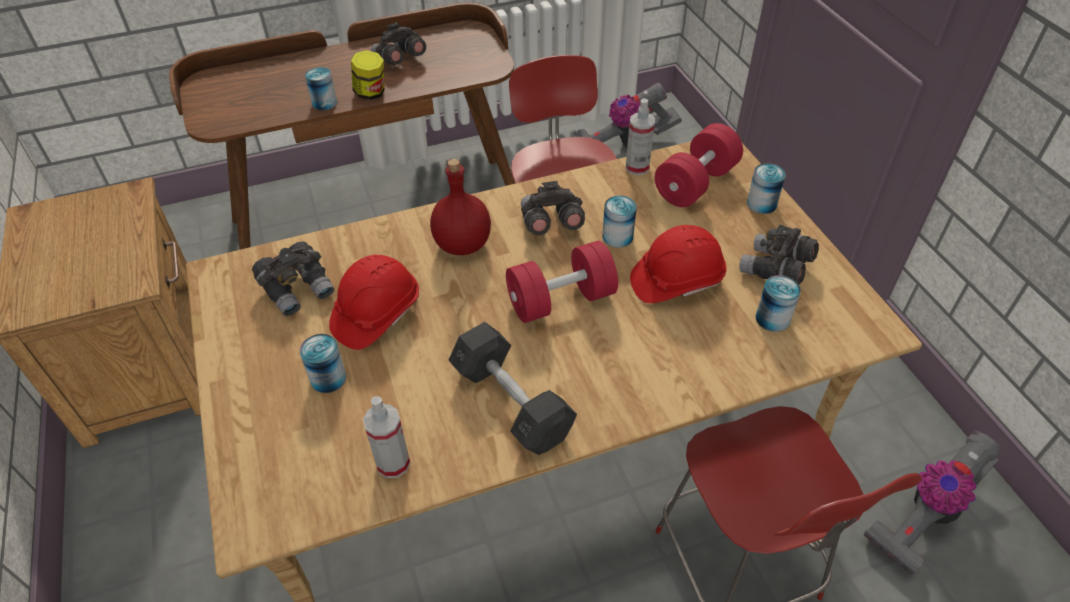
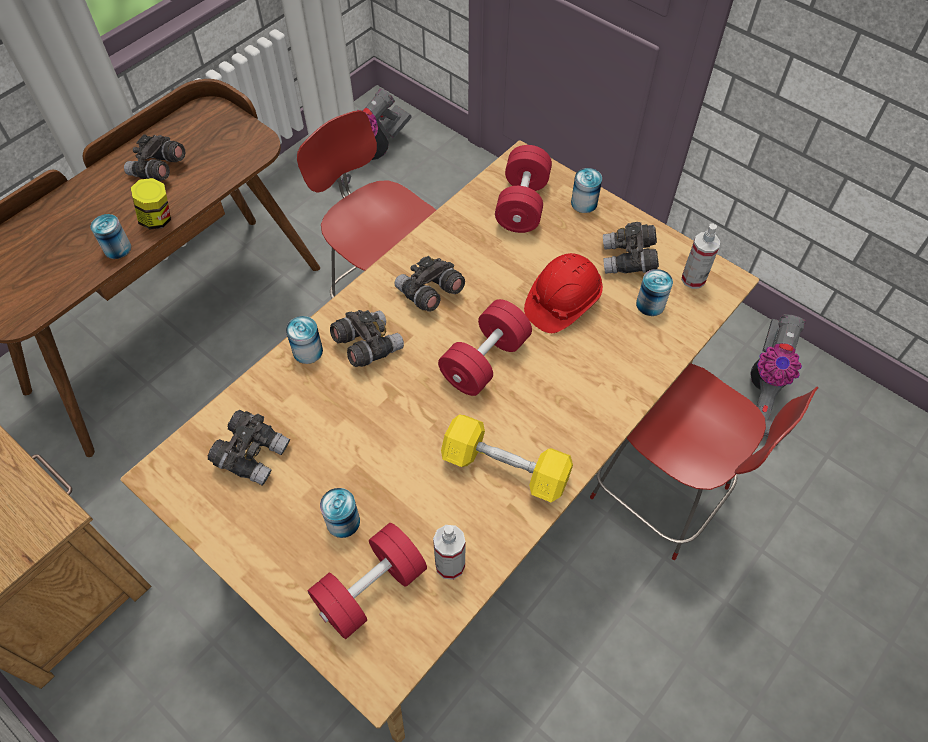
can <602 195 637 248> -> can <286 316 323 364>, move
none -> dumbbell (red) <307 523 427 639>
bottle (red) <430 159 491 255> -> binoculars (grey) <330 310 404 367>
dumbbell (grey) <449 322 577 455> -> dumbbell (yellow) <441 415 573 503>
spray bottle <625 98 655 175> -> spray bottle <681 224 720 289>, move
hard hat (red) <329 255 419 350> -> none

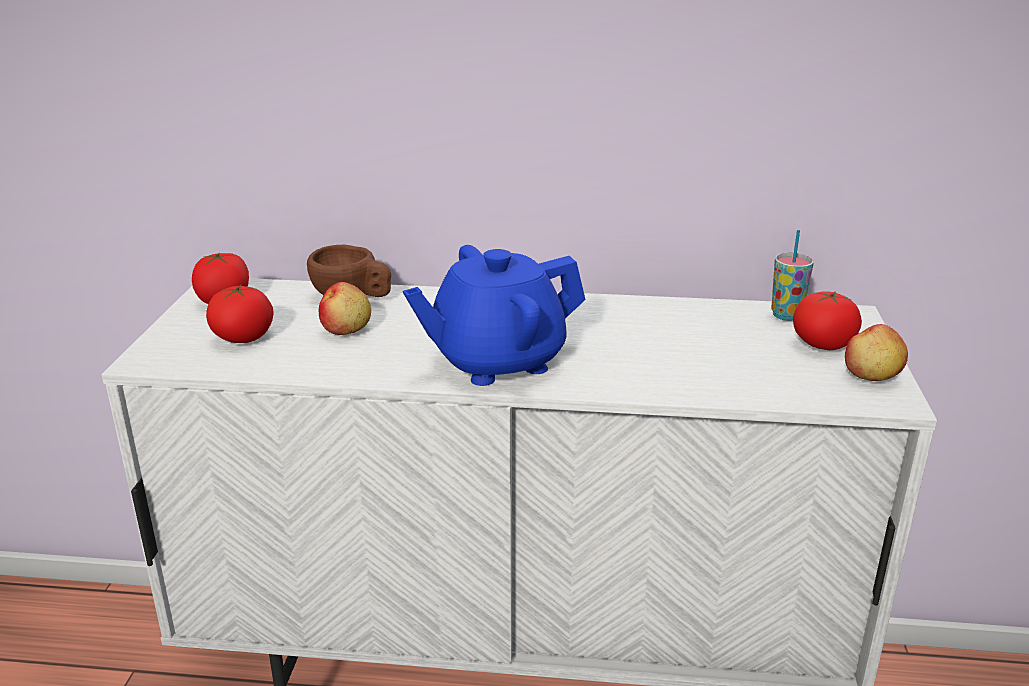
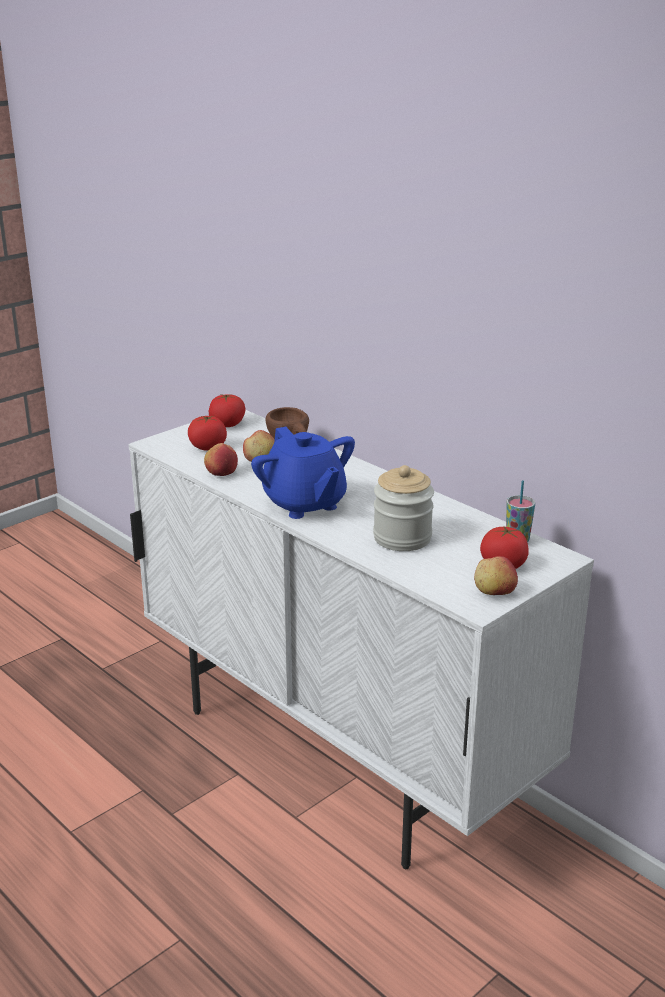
none -> apple <204 443 238 476>
teapot (blue) <403 245 586 386> -> teapot (blue) <251 427 355 519>, 135 degrees counterclockwise
none -> jar <373 465 434 551>

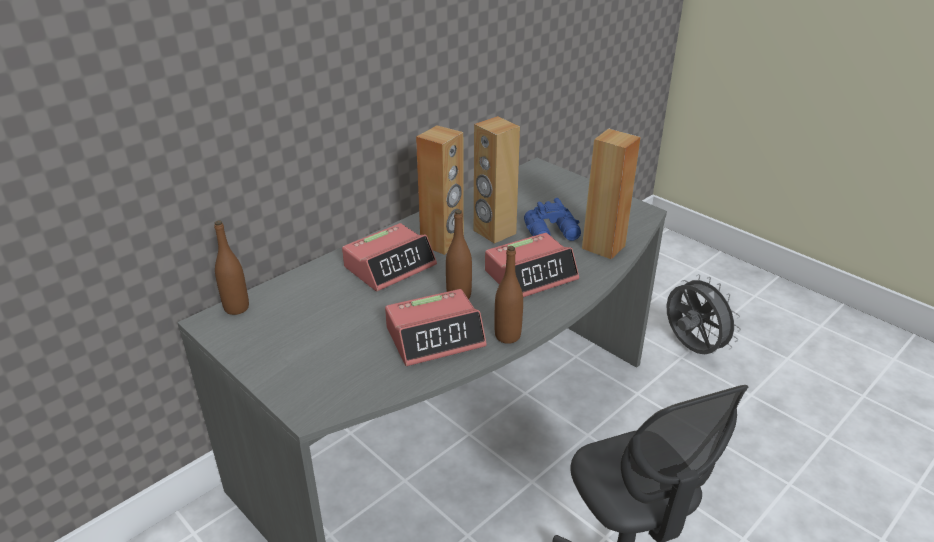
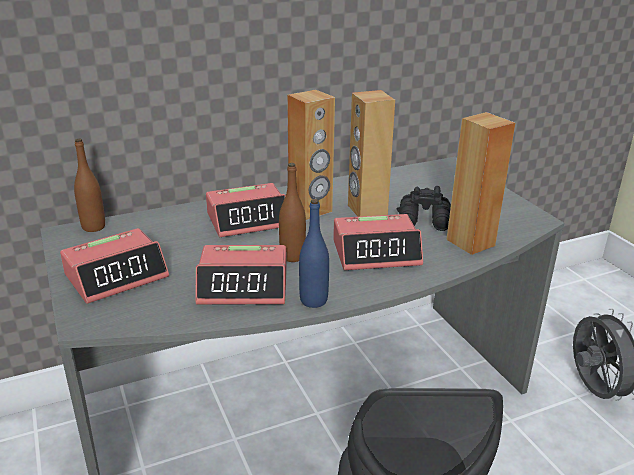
none -> alarm clock <60 228 169 304>
bottle (brown) <494 246 523 344> -> bottle (blue) <299 199 329 308>
binoculars (blue) <524 198 581 241> -> binoculars (black) <397 186 451 231>

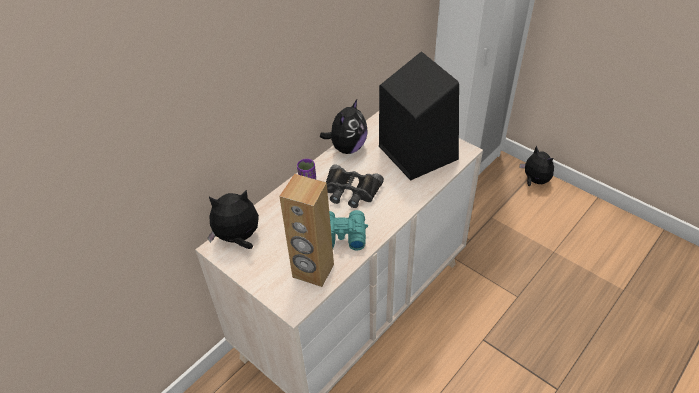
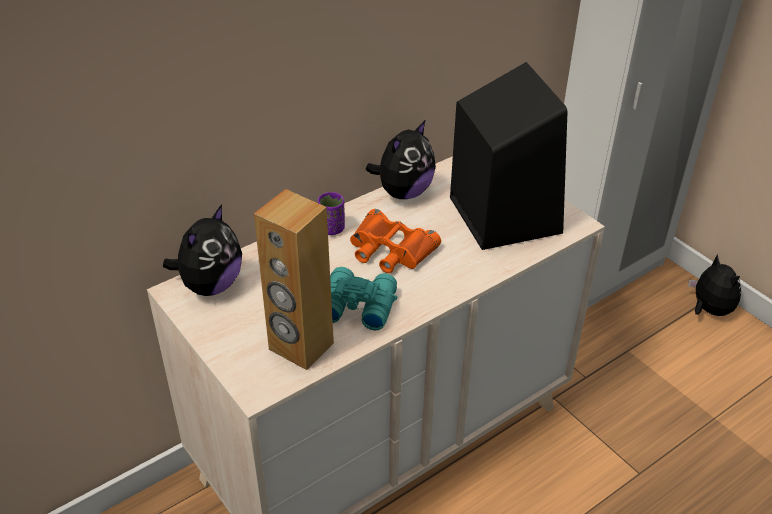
plush toy <208 190 259 249> -> plush toy <163 204 242 296>, 120 degrees clockwise
binoculars (black) <326 165 384 208> -> binoculars (orange) <350 209 441 273>

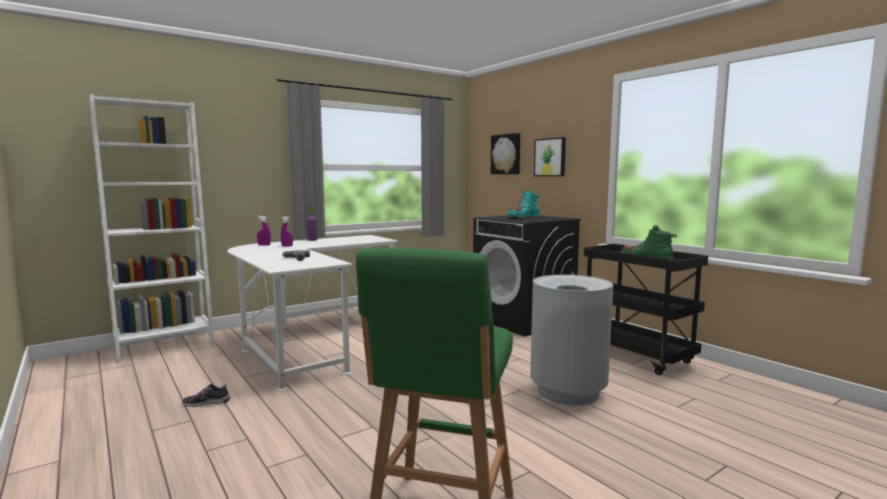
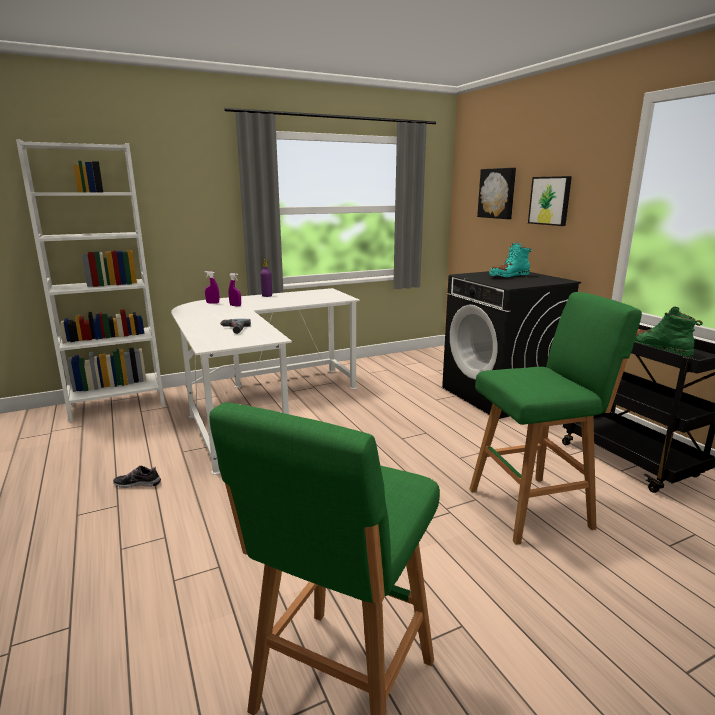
trash can (grey) <530 275 613 406> -> stool (green) <469 292 642 545>

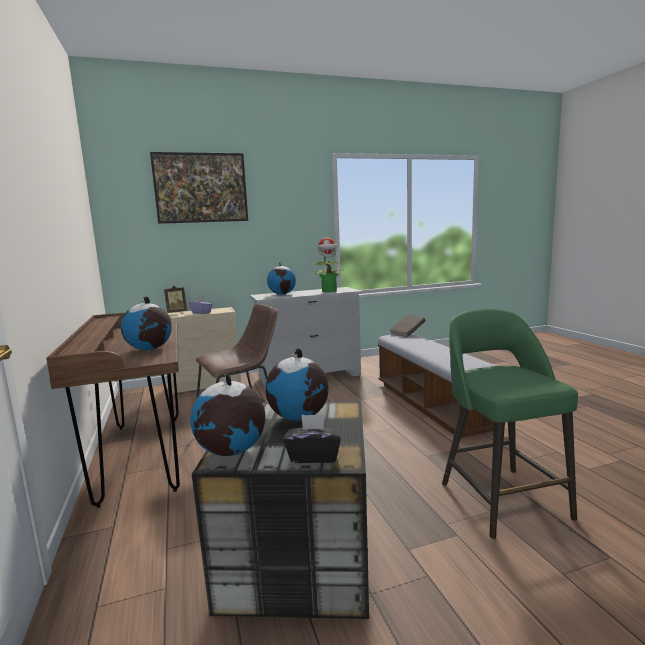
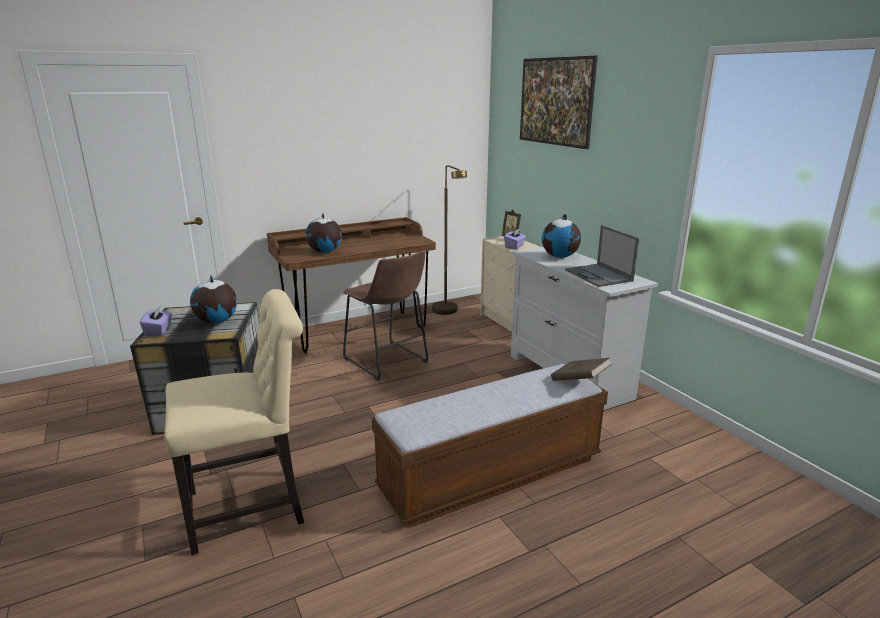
tissue box (black) <284 414 341 463> -> tissue box (purple) <140 305 172 336>
stool (green) <442 309 578 539> -> chair (beige) <164 289 304 555>
none -> floor lamp (brown) <432 165 467 315>
potted plant <312 237 344 292> -> laptop <565 225 639 287>
globe <190 373 266 456> -> none

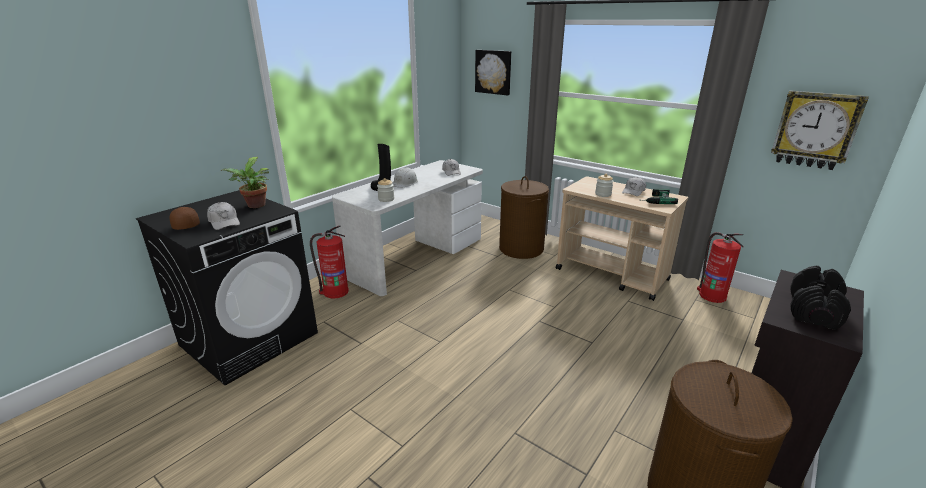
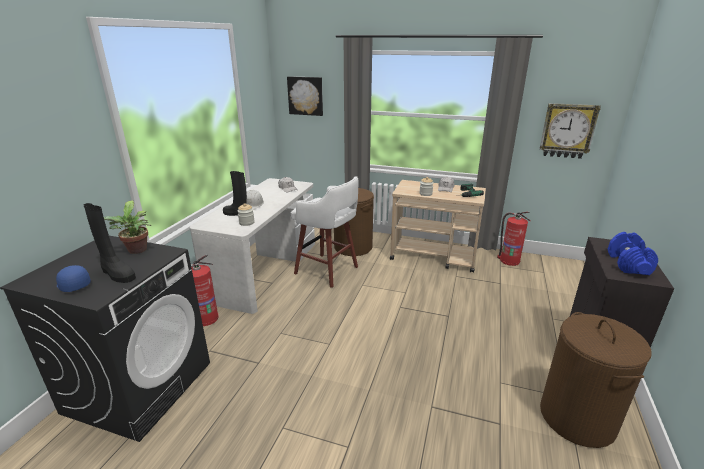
cap (brown) <170 207 200 230> -> cap (blue) <56 265 91 292>
cap (white) <207 202 240 230> -> boot (black) <84 203 136 283>
none -> stool (white) <291 176 359 288>
dumbbell (black) <790 266 851 330> -> dumbbell (blue) <608 232 658 275>

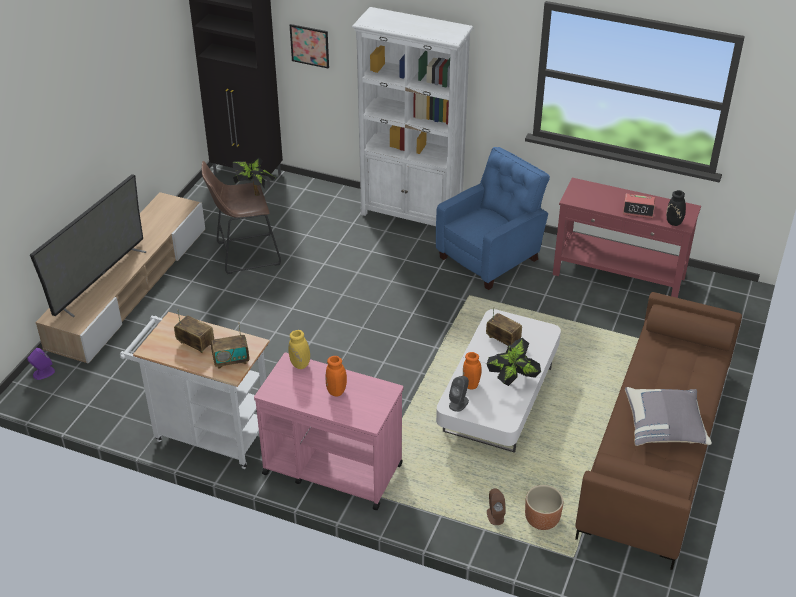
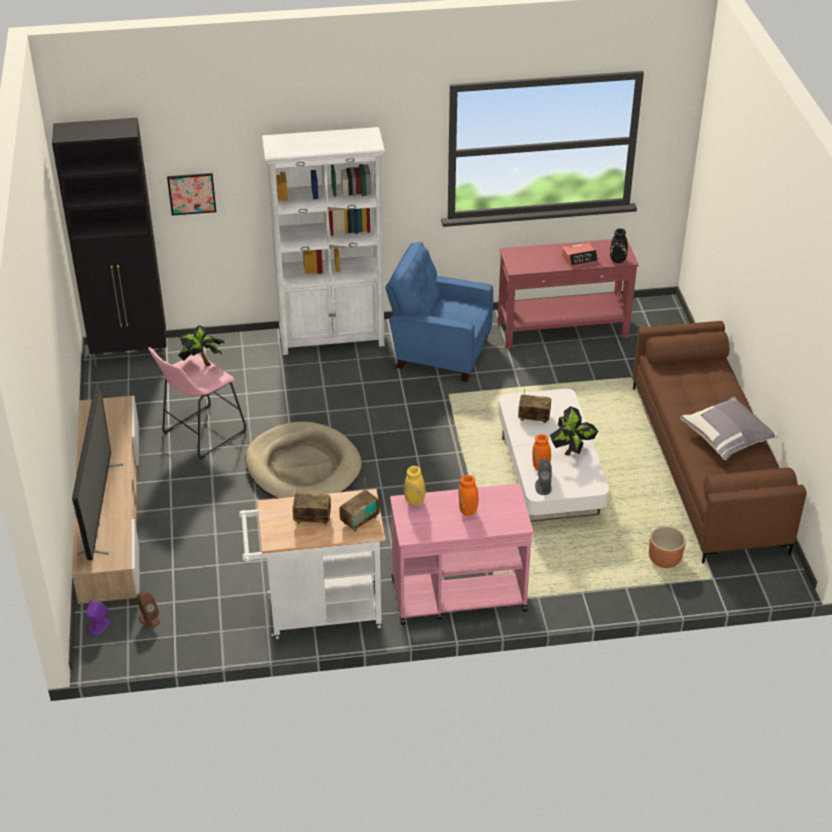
speaker (brown) <487 489 506 525> -> speaker (brown) <136 592 160 628>, move
stool (brown) <202 161 281 274> -> stool (pink) <148 347 246 459>
none -> dog bed (beige) <245 421 362 499>
armchair (blue) <436 147 550 290> -> armchair (blue) <385 242 493 382>, 90 degrees counterclockwise

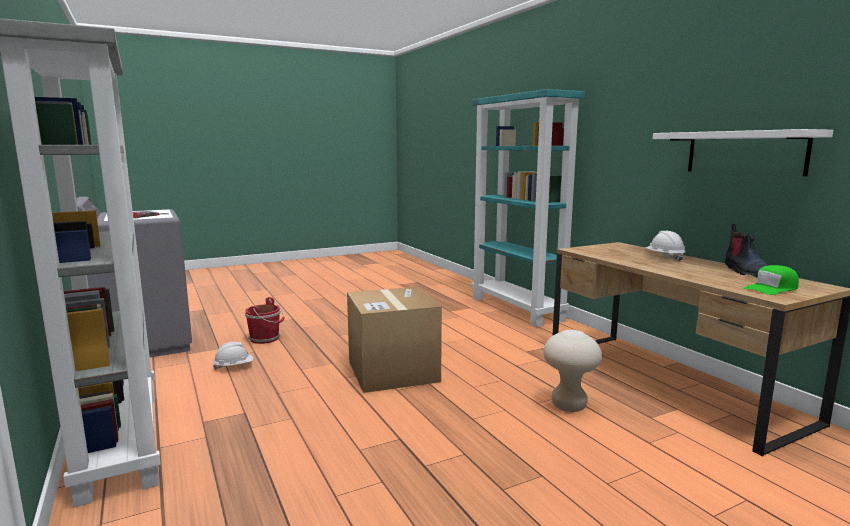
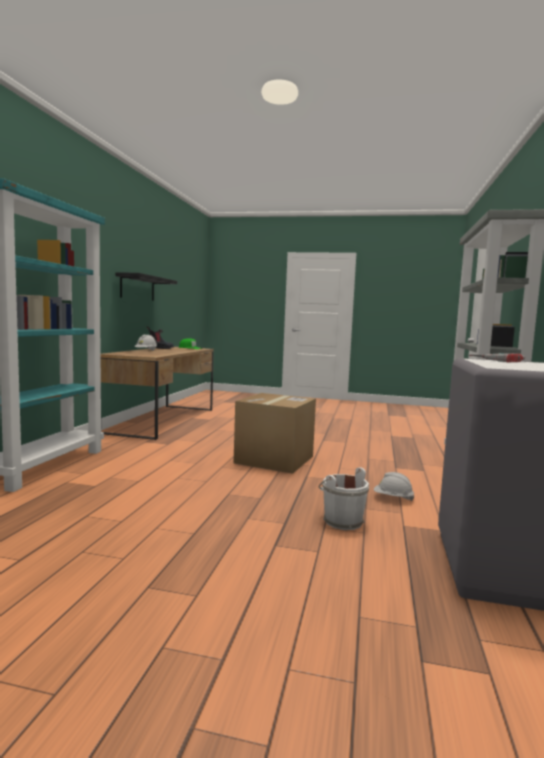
shelf (white) <653 129 833 176> -> shelf (black) <115 272 177 301>
bucket (red) <245 297 285 344> -> bucket (white) <318 468 369 530>
stool (beige) <543 330 602 412> -> none

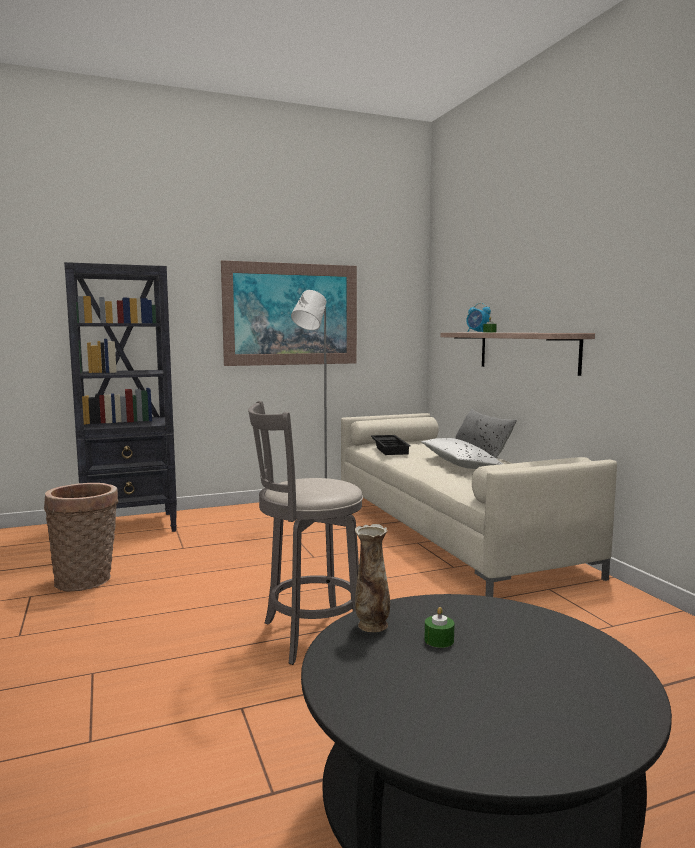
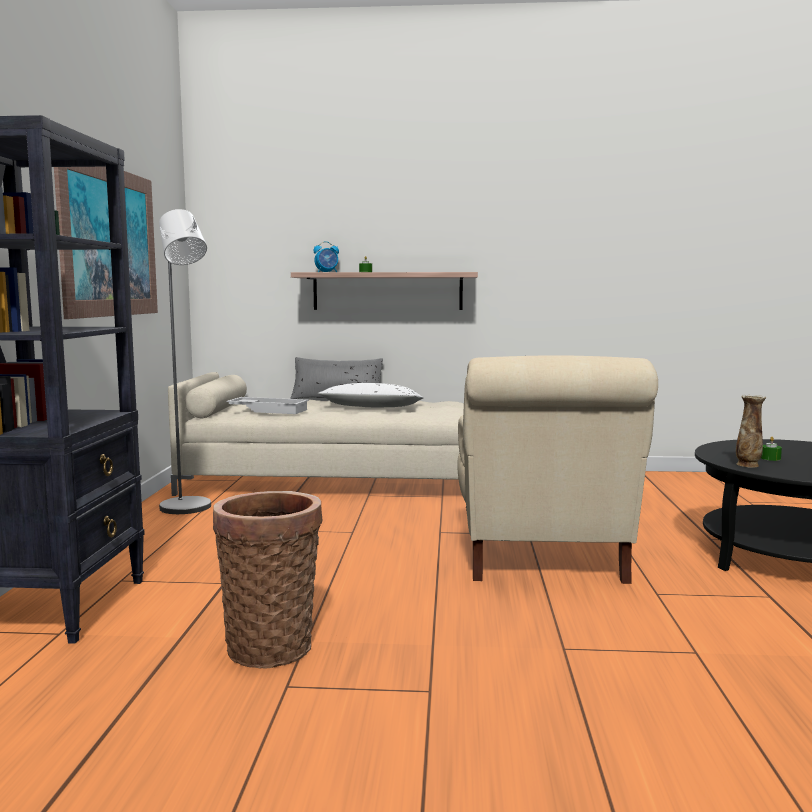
tray (black) <371 435 410 455> -> tray (white) <226 397 309 414>
stool (grey) <248 401 363 665> -> armchair (beige) <457 355 658 584>

